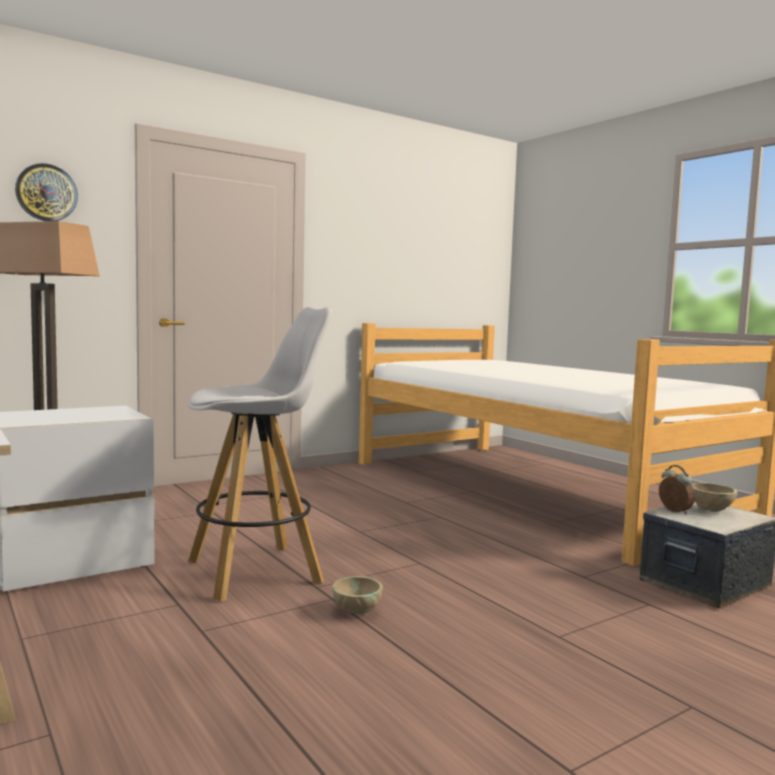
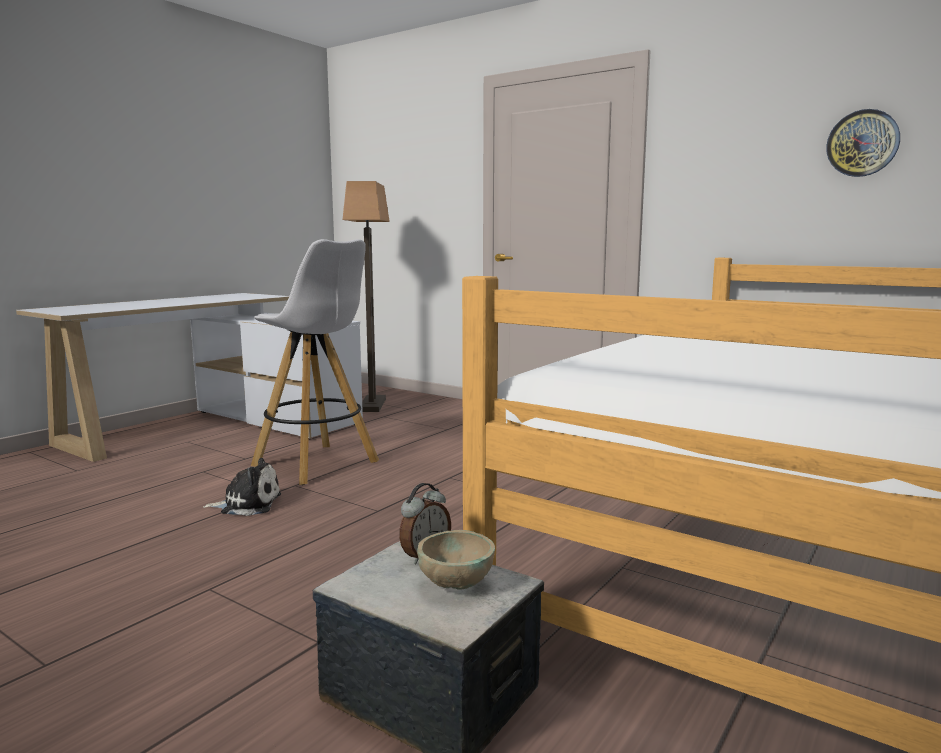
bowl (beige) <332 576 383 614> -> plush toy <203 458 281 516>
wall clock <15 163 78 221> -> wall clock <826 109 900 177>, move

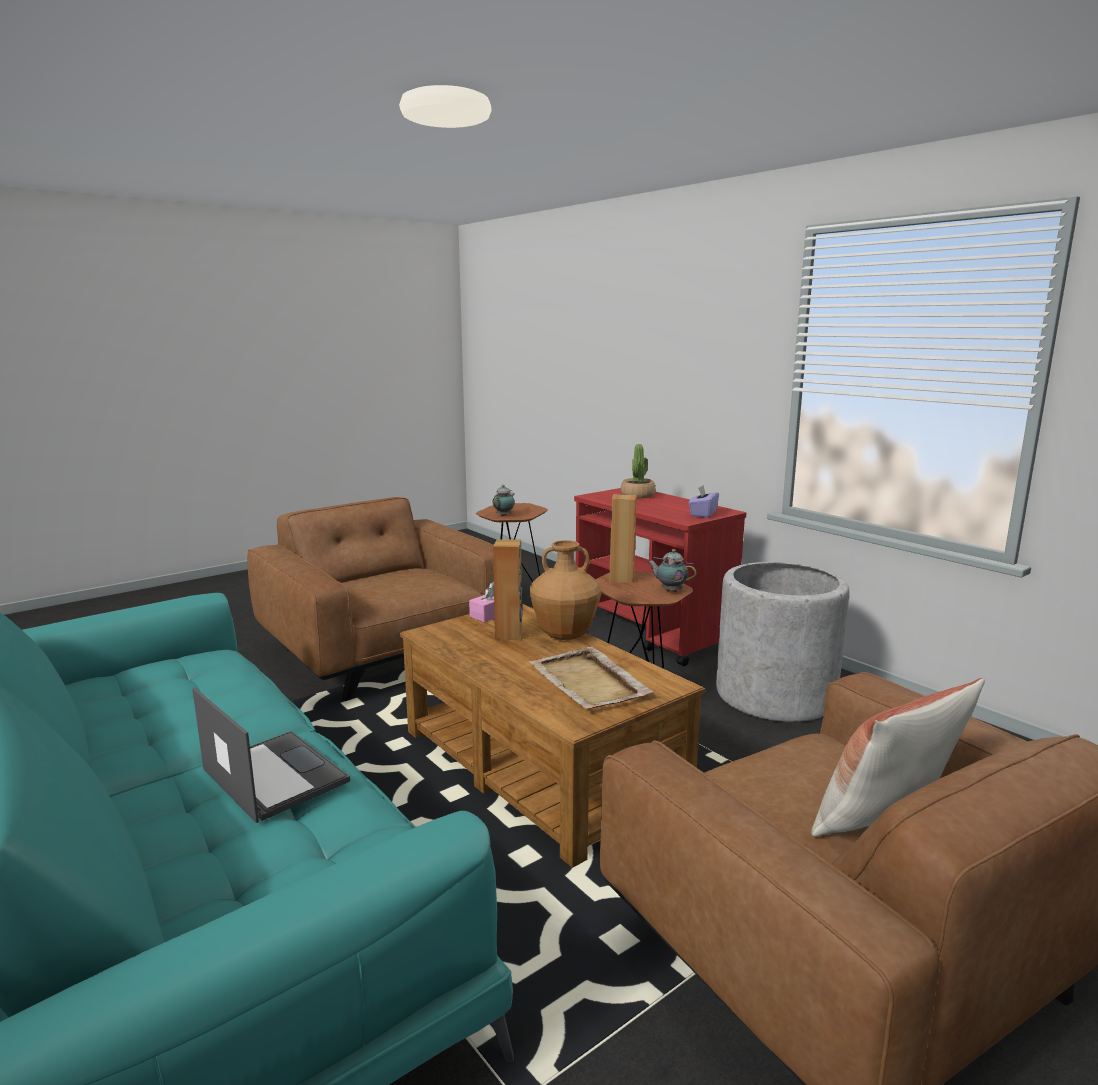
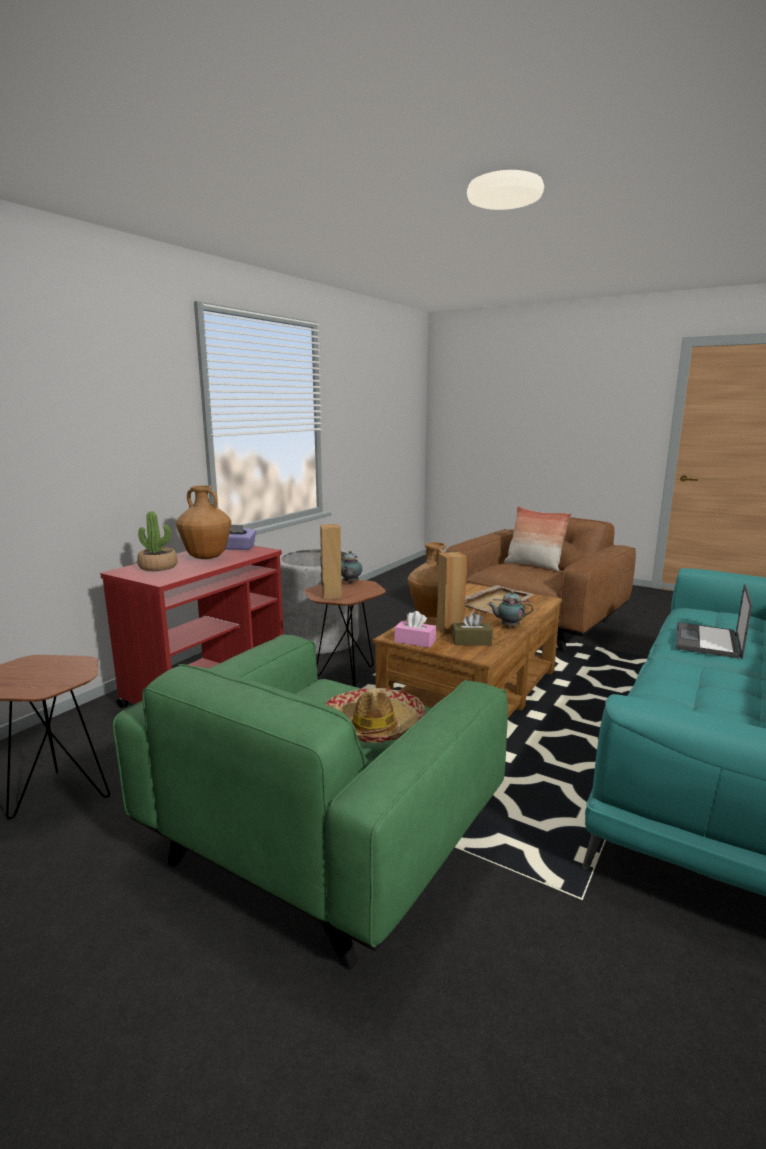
armchair (brown) <247 497 494 701> -> armchair (green) <113 634 508 970>
none -> vase (brown) <176 486 231 559>
none -> hat <326 688 426 743>
none -> tissue box (brown) <452 612 493 645>
teapot <492 485 515 516> -> teapot <488 590 534 627>, move

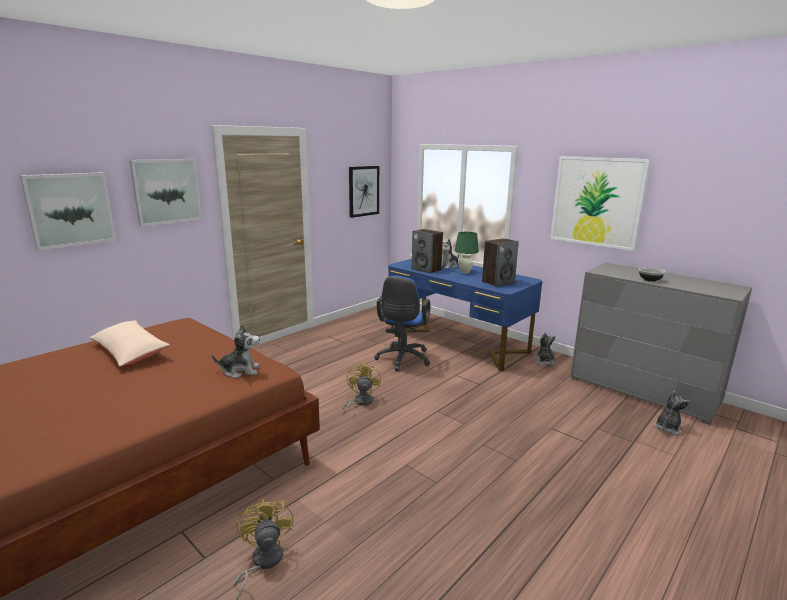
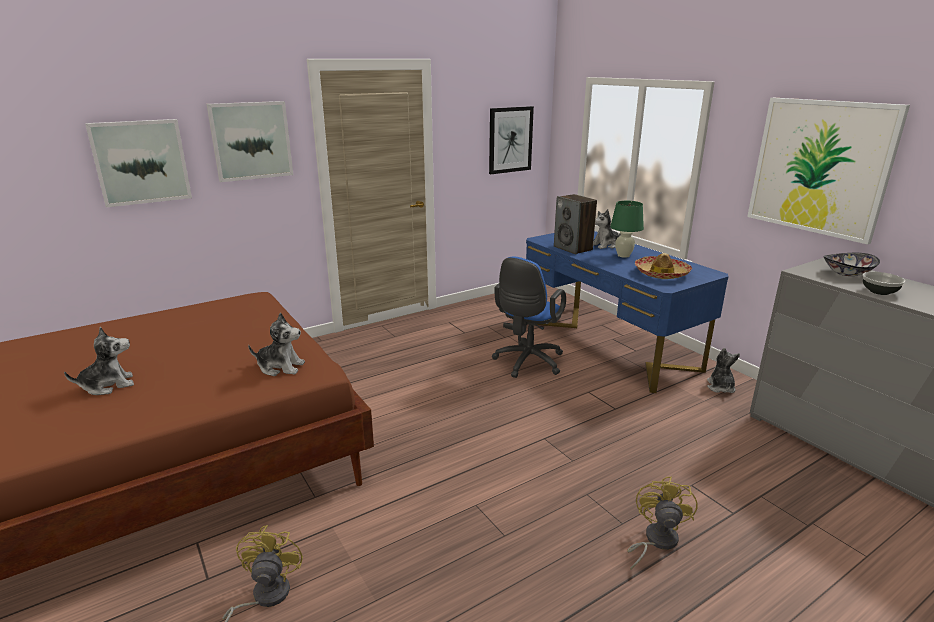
plush toy <654 391 690 435> -> plush toy <64 327 134 395>, move
fan (yellow) <342 362 381 416> -> fan (yellow) <627 477 698 570>, move
speaker <482 238 519 287> -> hat <635 253 692 279>
none -> bowl <824 253 880 276>
pillow (beige) <90 320 170 367> -> none

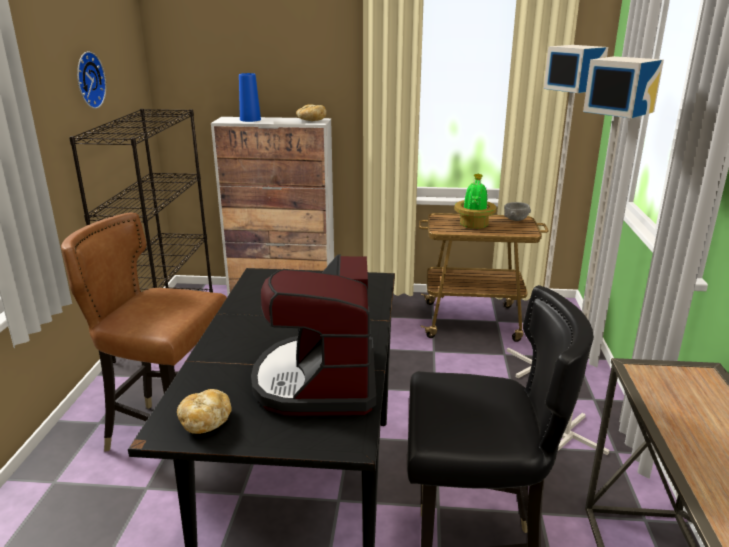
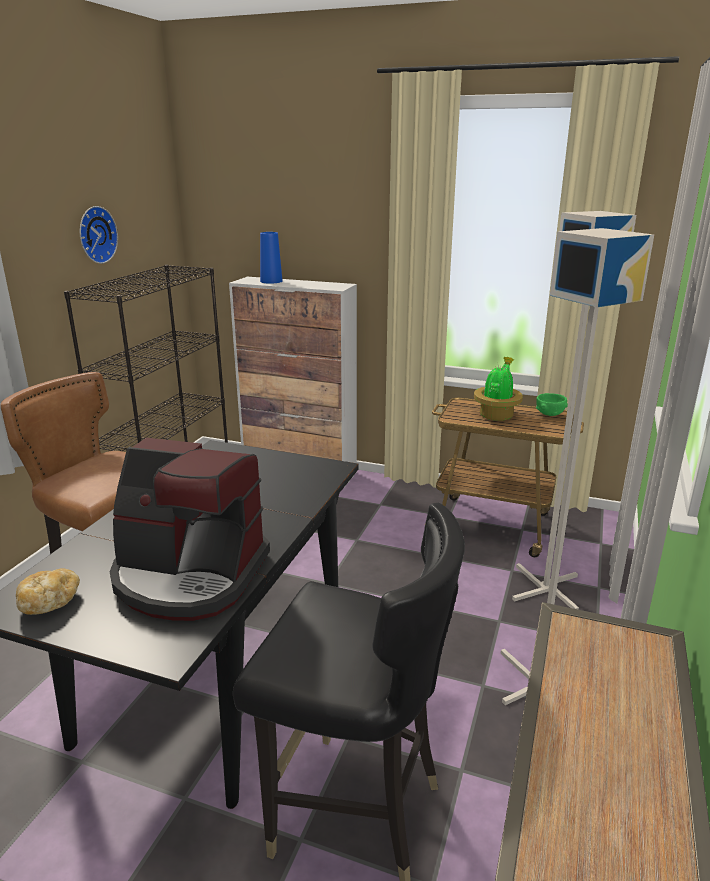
coffee machine <251 255 376 416> -> coffee machine <110 438 270 621>, 90 degrees counterclockwise
bowl (grey) <504 202 531 221> -> bowl (green) <536 393 568 416>
bread <296 104 327 121> -> none

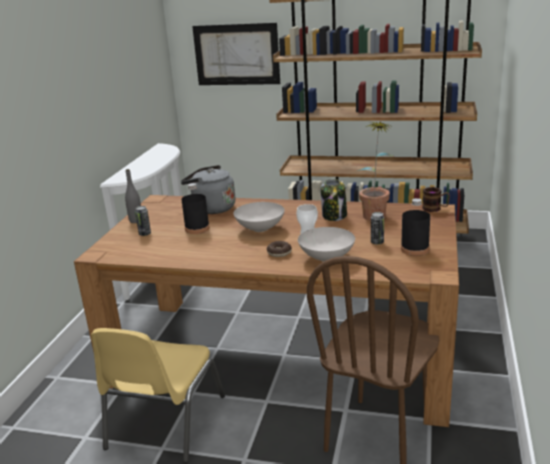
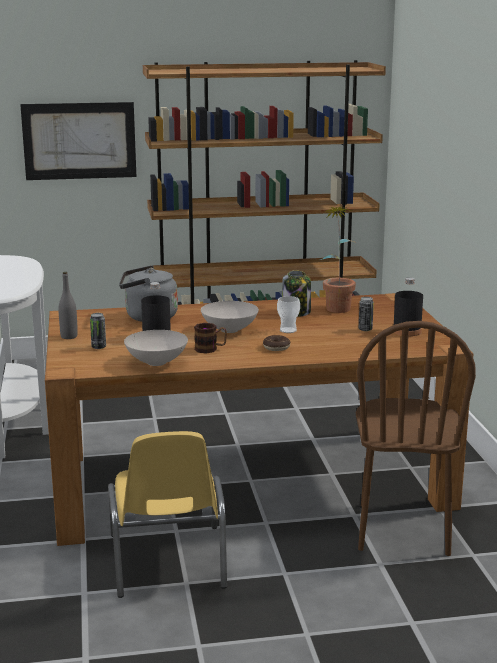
bowl (white) <298 227 355 262> -> bowl (white) <124 330 188 366>, move
mug <422 187 450 212> -> mug <194 323 227 353>, move

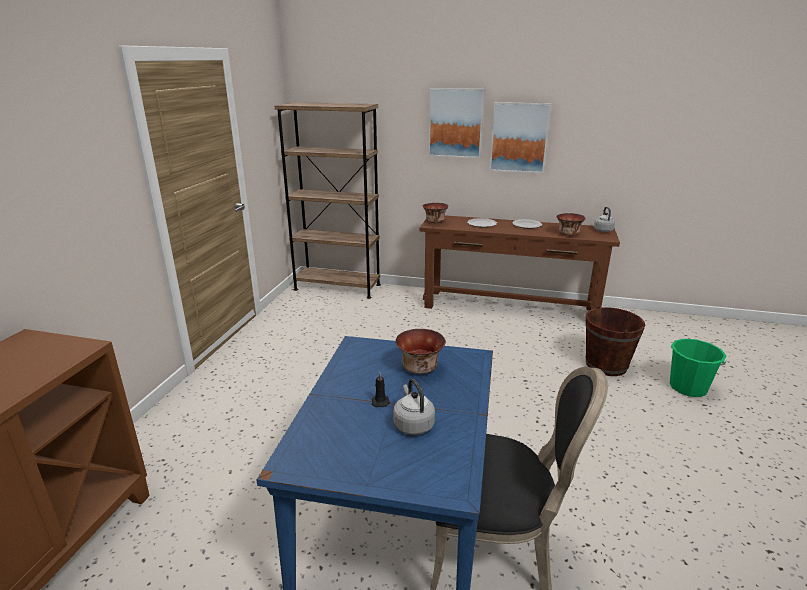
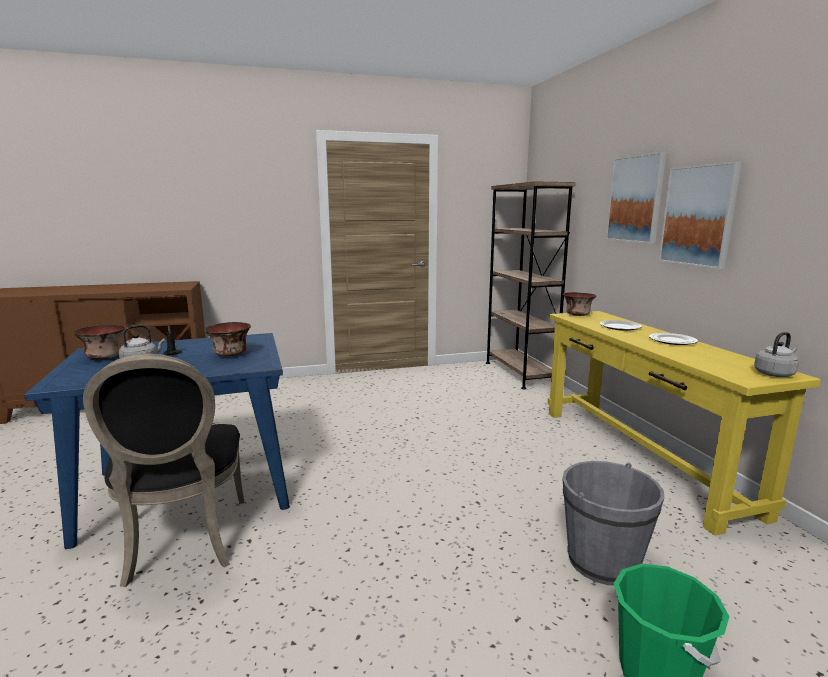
bowl <556 213 586 236> -> bowl <73 325 126 360>, move
console table (brown) <420 215 620 310> -> console table (yellow) <547 311 821 536>
bucket (brown) <586 306 646 376> -> bucket (grey) <562 461 664 586>

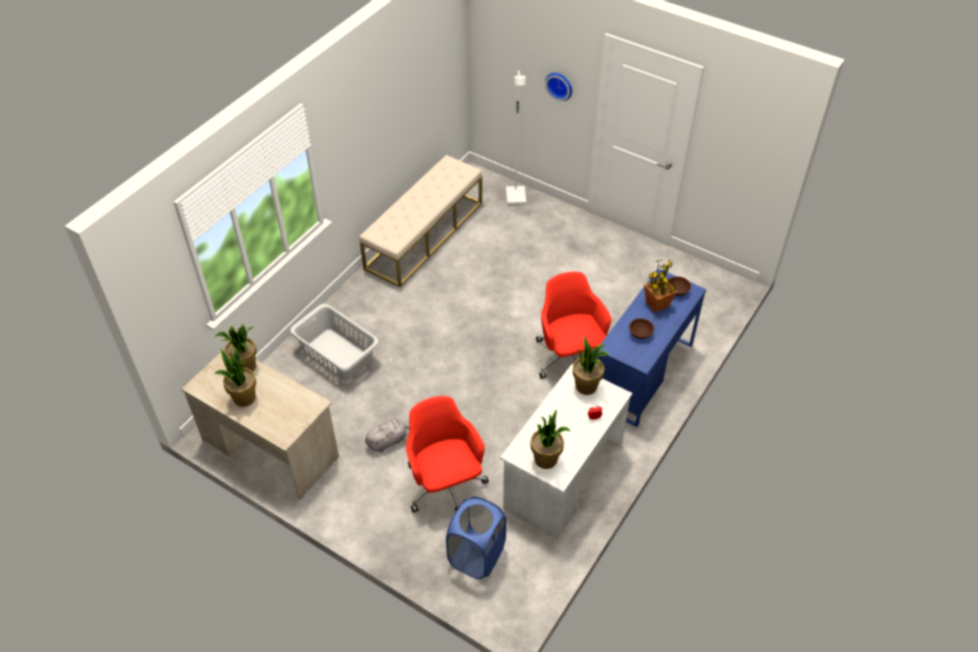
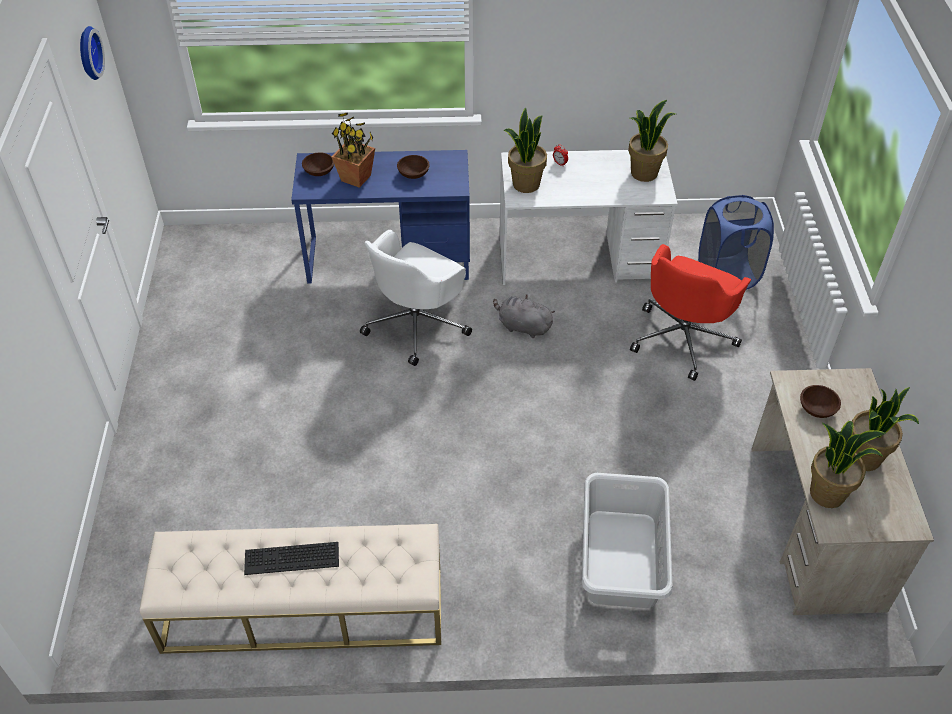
wall clock <545 73 572 101> -> wall clock <80 26 105 80>, move
none -> keyboard <244 542 339 575>
office chair (red) <536 271 611 379> -> office chair (white) <360 230 472 366>
plush toy (grey) <365 419 409 452> -> plush toy (grey) <493 295 555 338>, move
none -> bowl (brown) <800 385 841 418>
floor lamp (white) <506 70 526 205> -> none

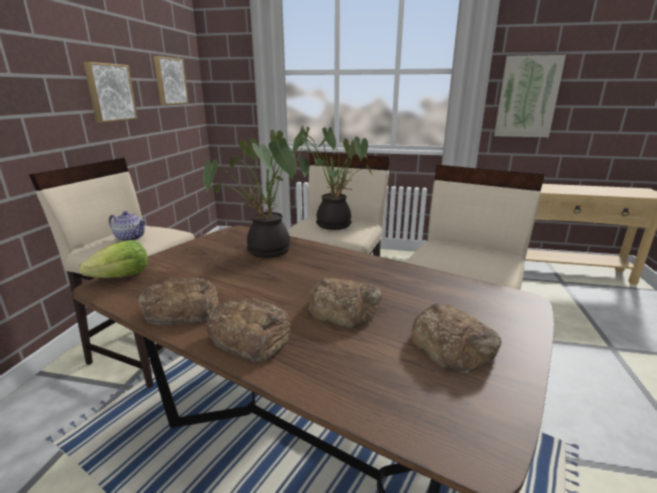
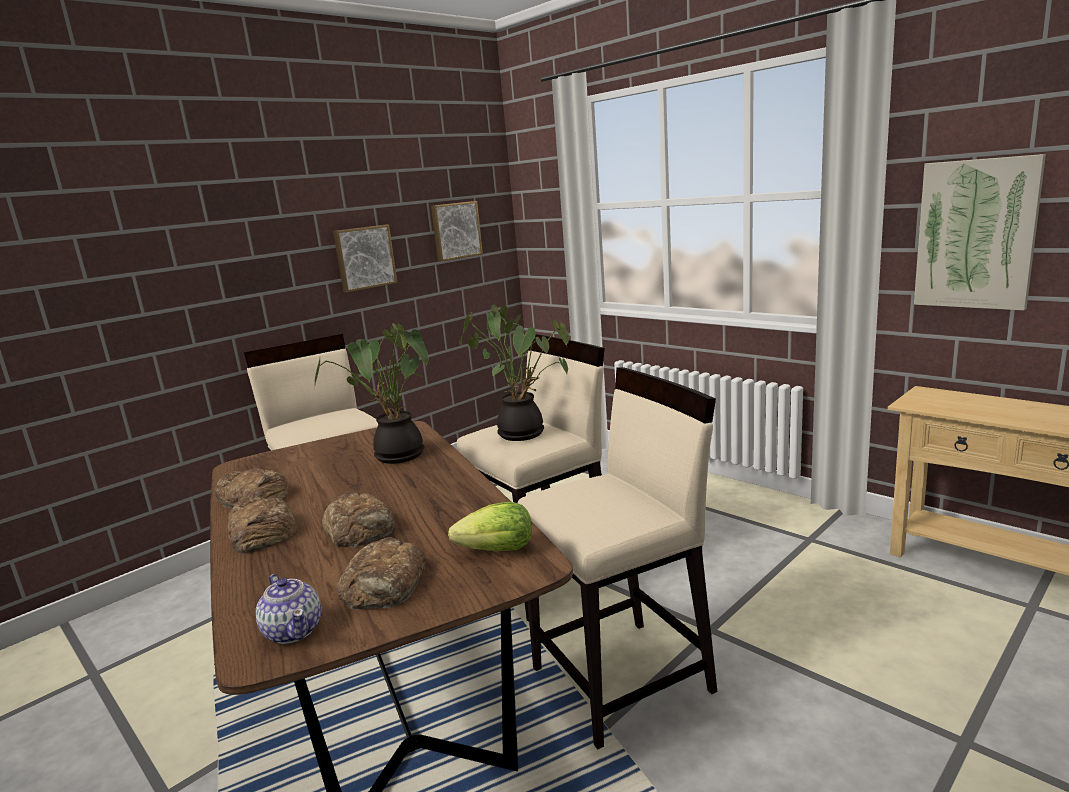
teapot <109 211 146 241> -> teapot <256 574 322 644>, move
lettuce <79 240 148 278> -> lettuce <448 502 532 551>, move

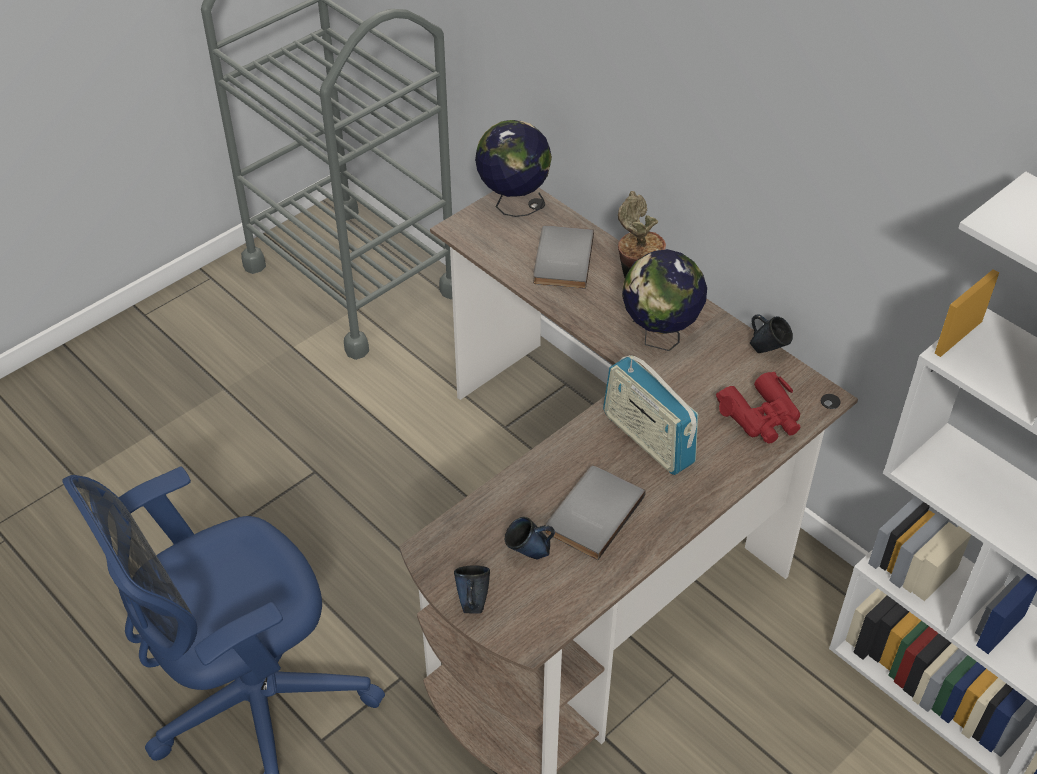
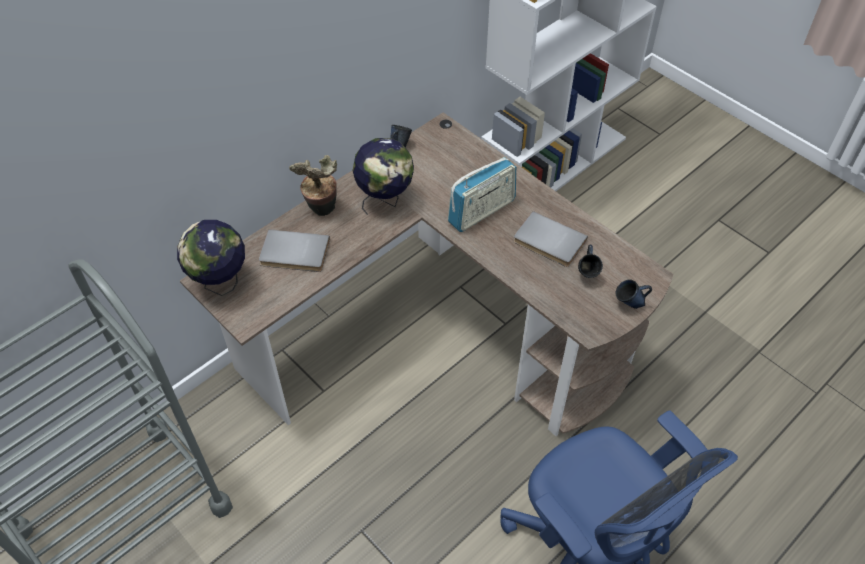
binoculars (red) <716 372 800 444> -> none

